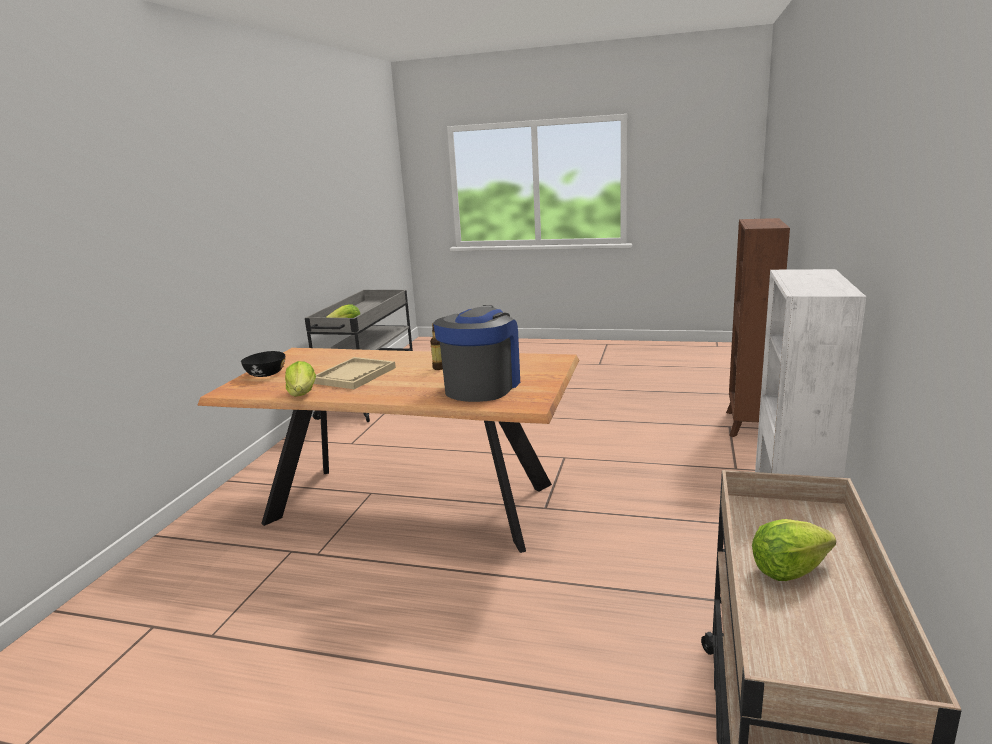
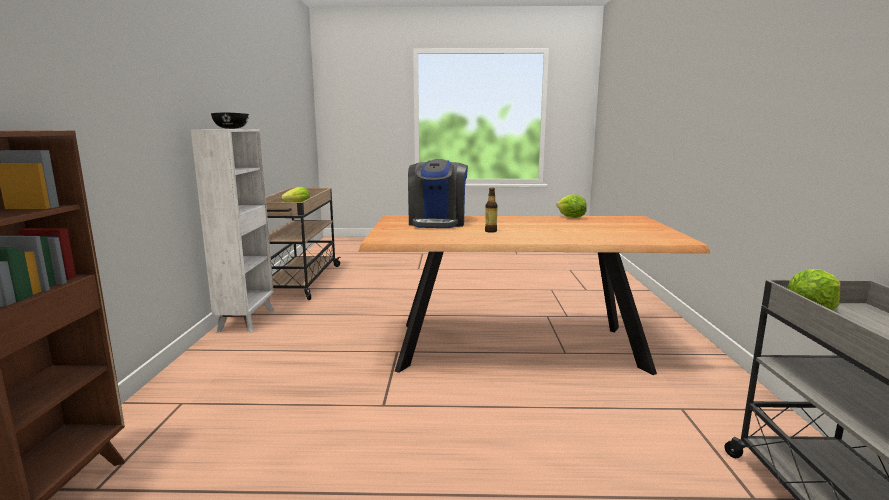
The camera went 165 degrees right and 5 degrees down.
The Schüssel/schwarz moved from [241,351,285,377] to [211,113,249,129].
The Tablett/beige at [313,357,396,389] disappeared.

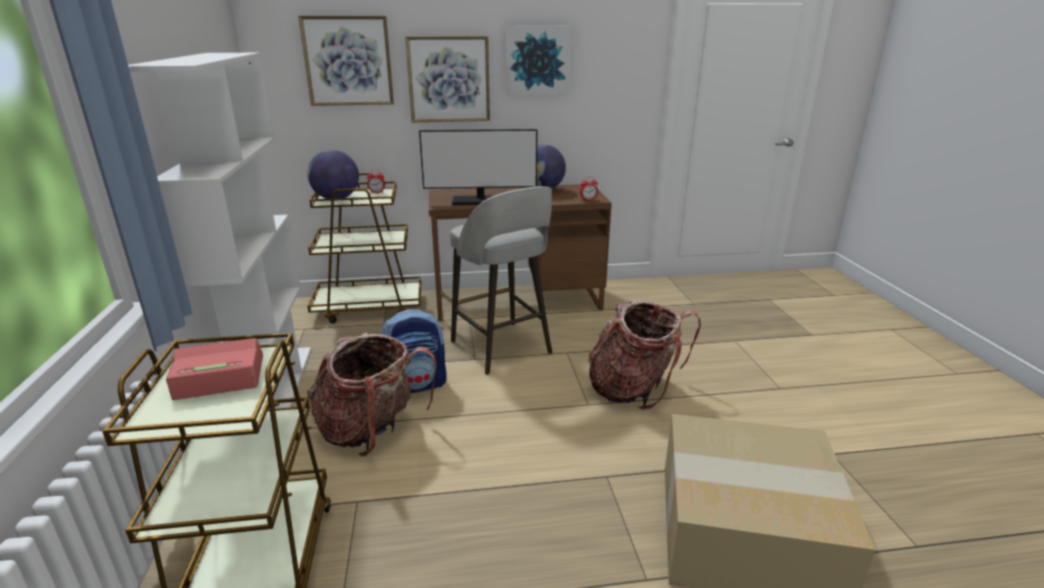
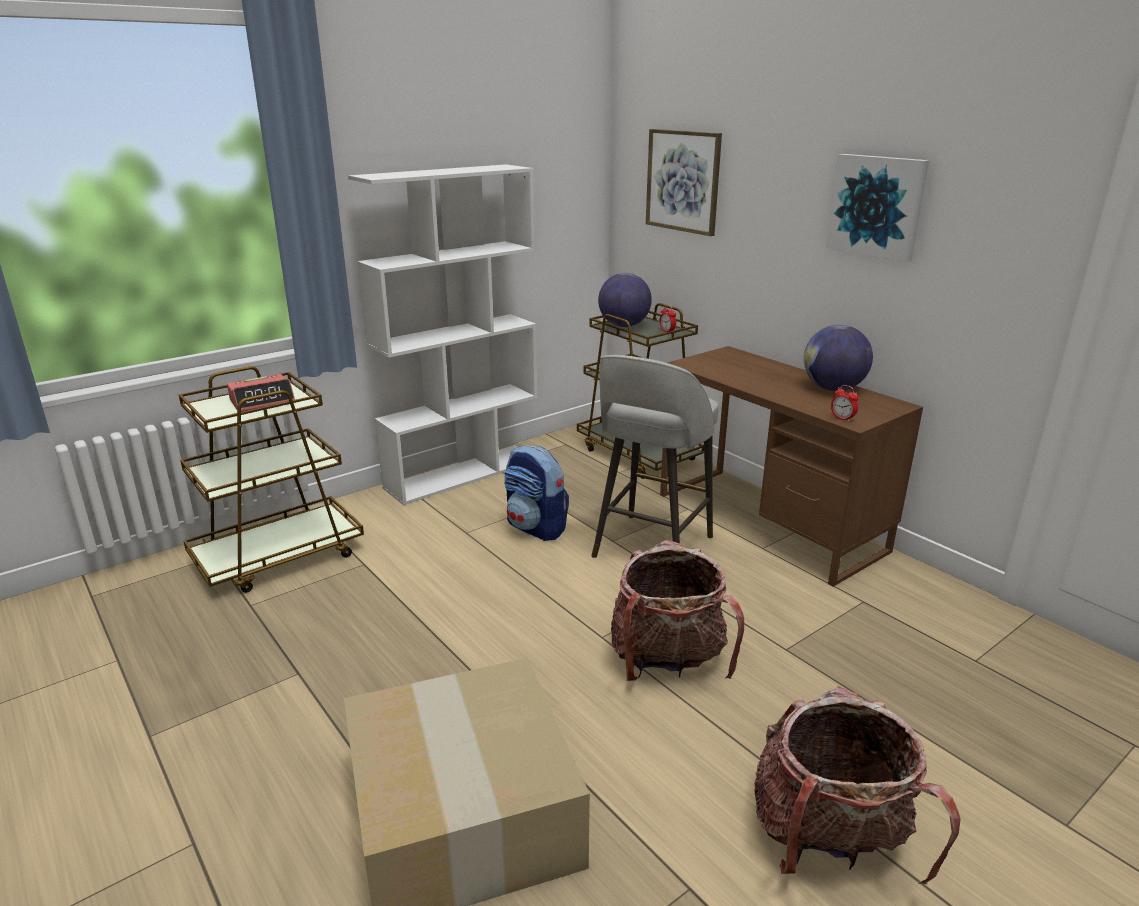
The camera went 60 degrees right and 0 degrees up.
The Bild at [405,36,490,123] disappeared.
The Monitor at [419,129,537,205] disappeared.
The Rucksack moved from [307,332,437,457] to [754,686,961,884].
The Wecker at [166,338,263,400] turned 105 degrees clockwise.

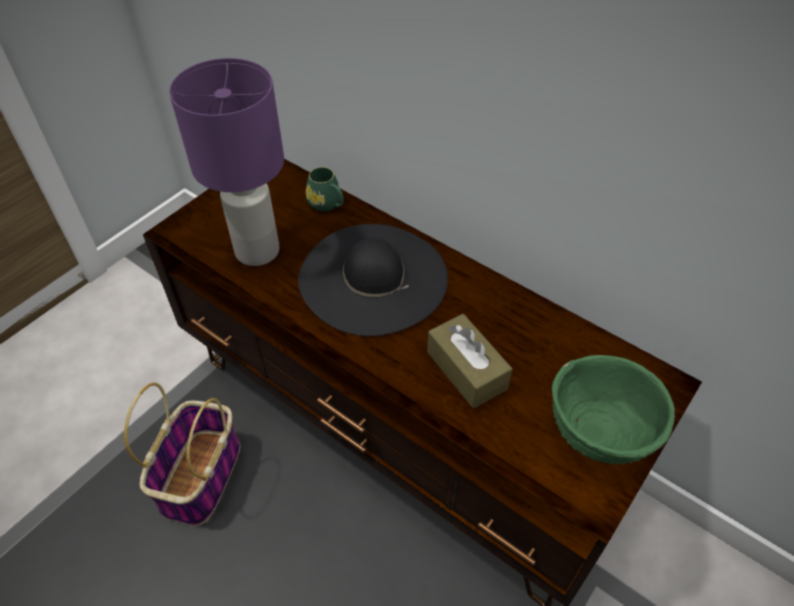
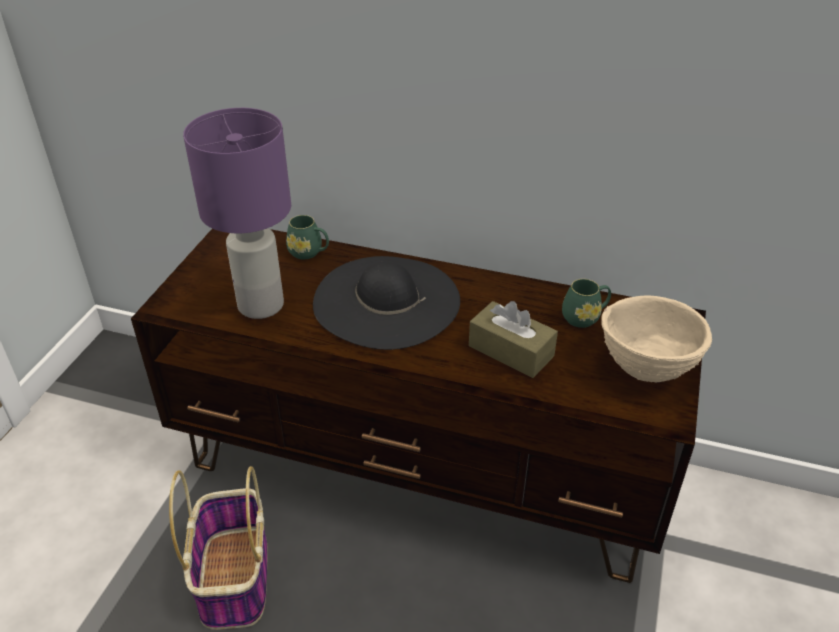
The camera went 20 degrees left and 10 degrees down.
The Schüssel/grün at [552,355,675,465] became the Schüssel/beige at [601,295,712,382].
The Henkelbecher/grün at [562,279,611,328] appeared.

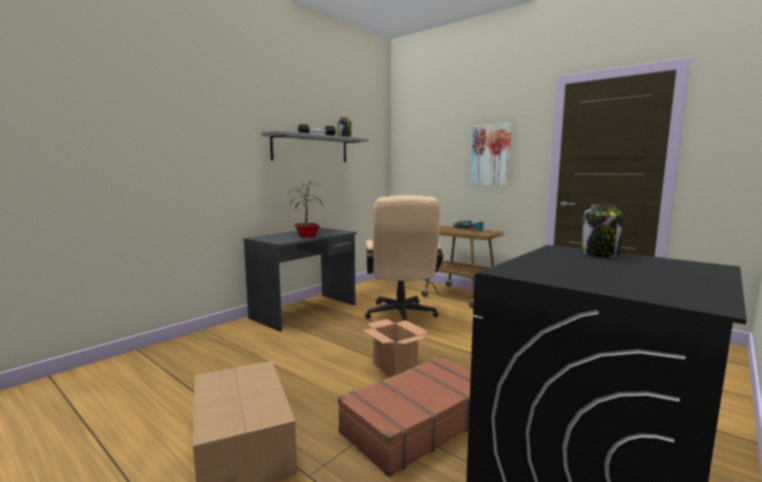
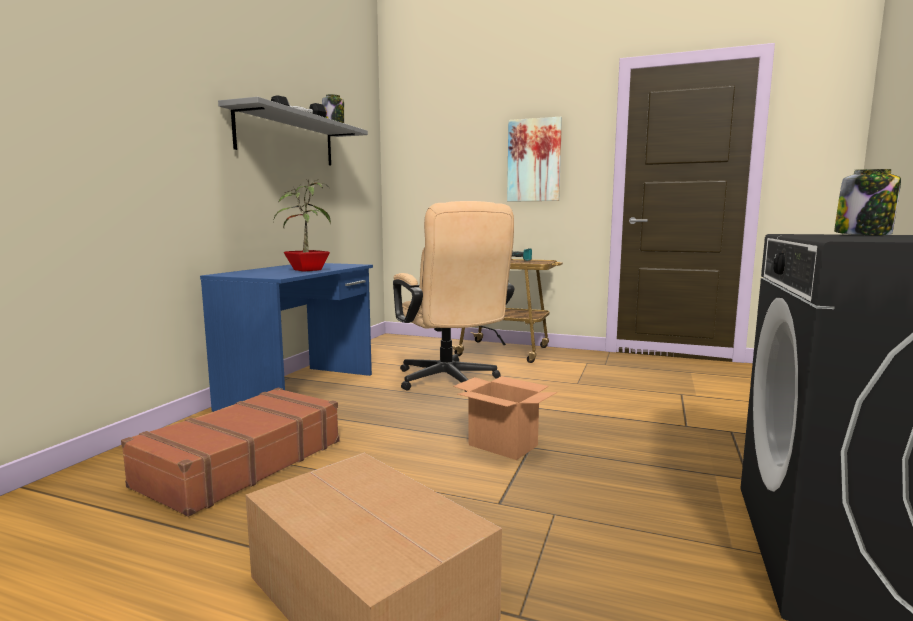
The camera went 20 degrees left and 0 degrees up.
The Schreibtisch/grau at [243,227,357,332] became the Schreibtisch/blau at [200,263,373,412].
The Koffer/braun moved from [338,355,471,477] to [121,388,340,517].

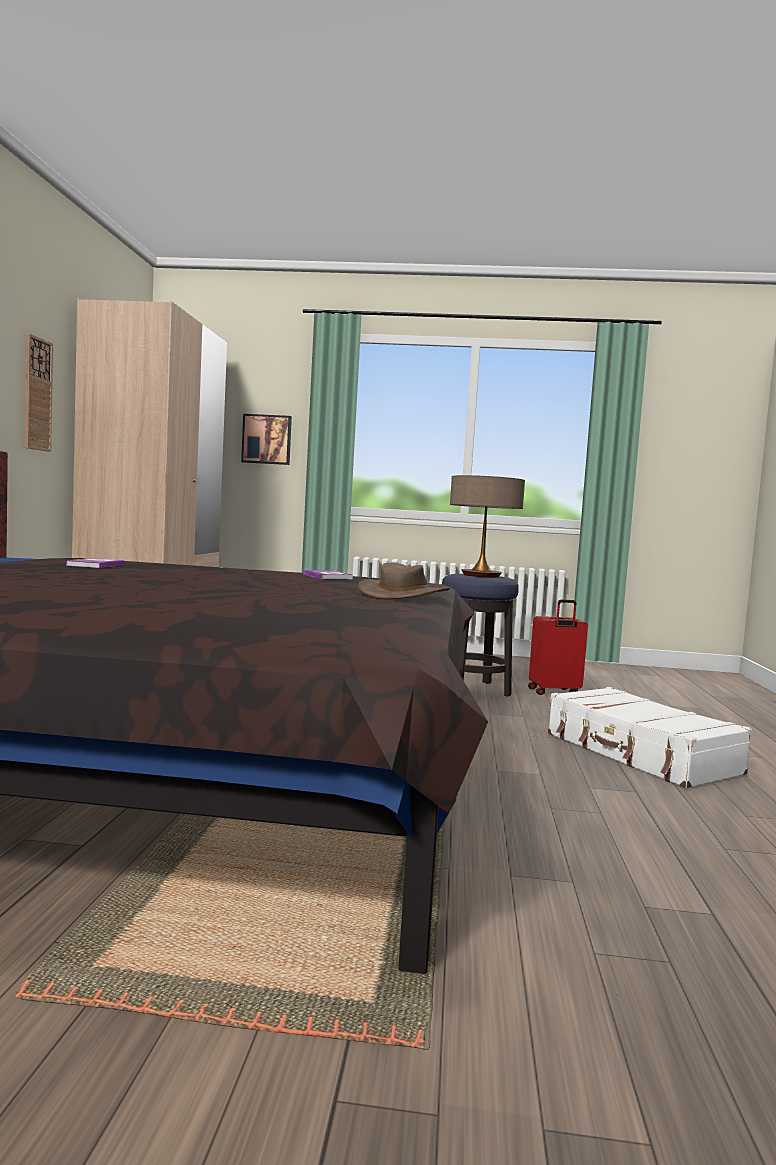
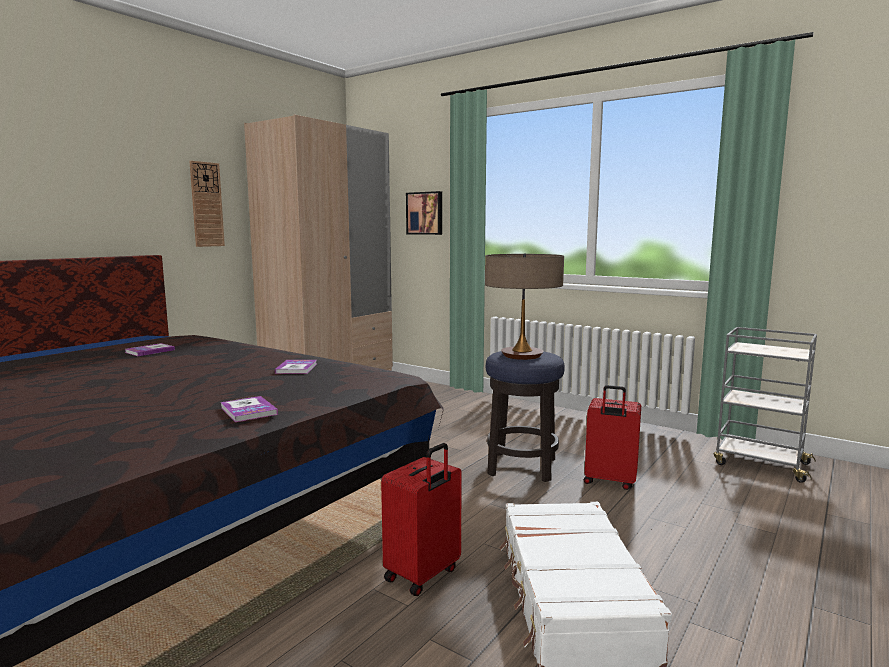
The camera went 30 degrees right and 5 degrees up.
The Hut/braun at [358,562,450,599] was replaced by the Buch at [220,396,278,422].
The Rollwagen/grau at [714,327,817,483] appeared.
The Koffer/rot at [381,443,462,596] appeared.

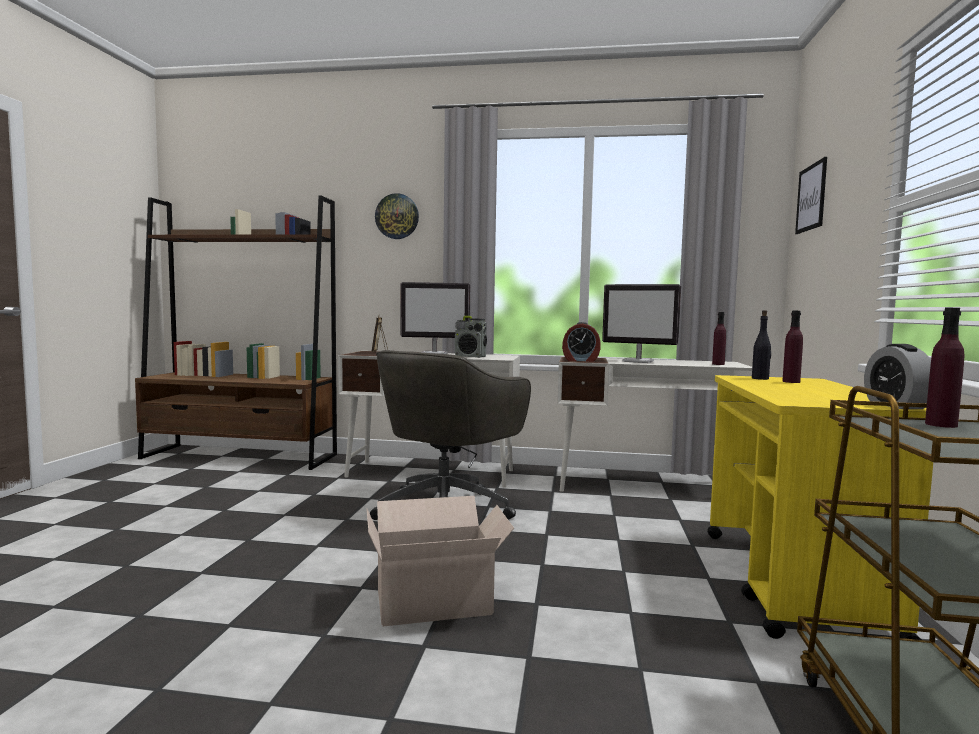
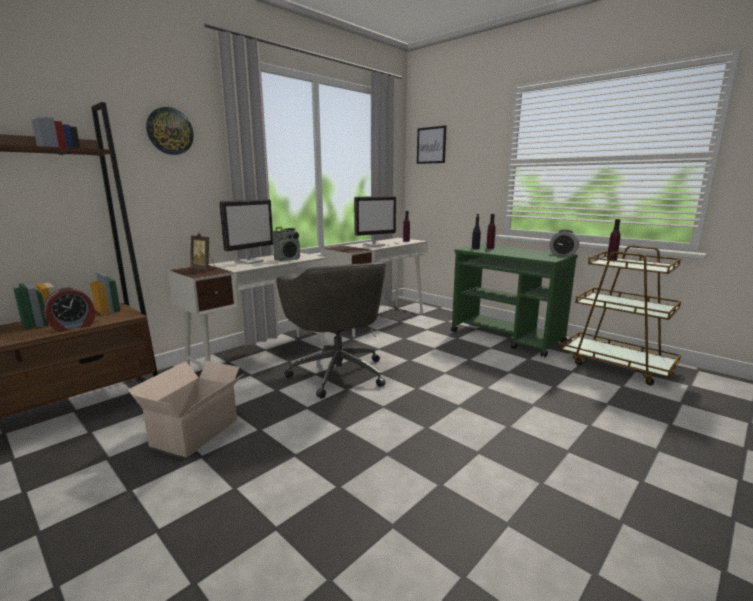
The camera went 55 degrees left and 10 degrees up.
The Wecker moved from [562,322,601,362] to [44,287,95,332].
The Rollwagen/gelb at [707,375,933,640] became the Rollwagen/grün at [451,244,578,358].
The Karton moved from [367,496,514,626] to [128,361,245,458].

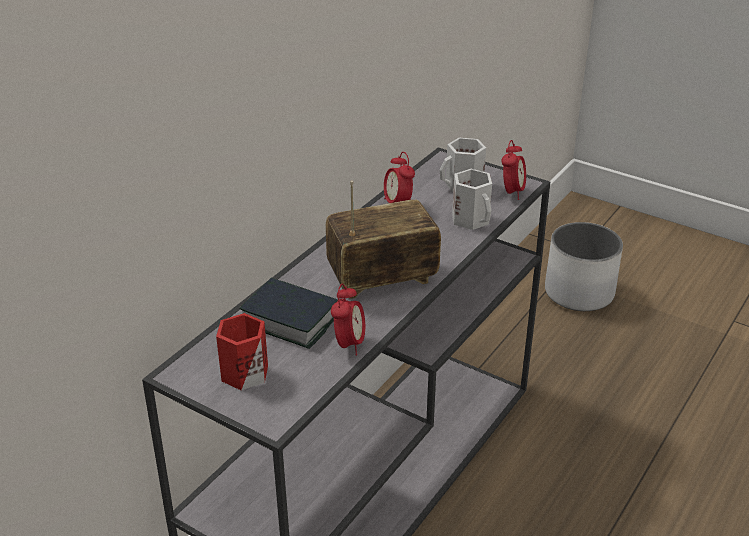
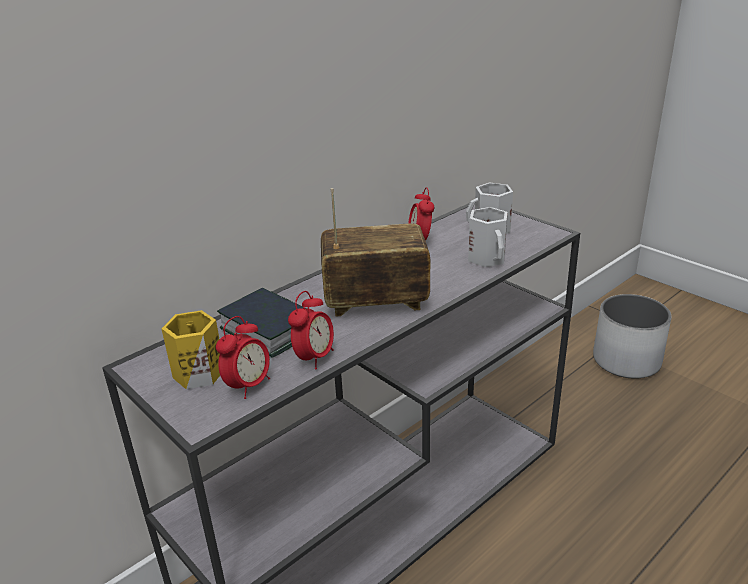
The camera went 15 degrees right and 5 degrees down.
The Wecker moved from [502,140,526,200] to [216,316,270,399].
The Henkelbecher/rot at [216,313,268,390] became the Henkelbecher/gelb at [161,310,220,389].

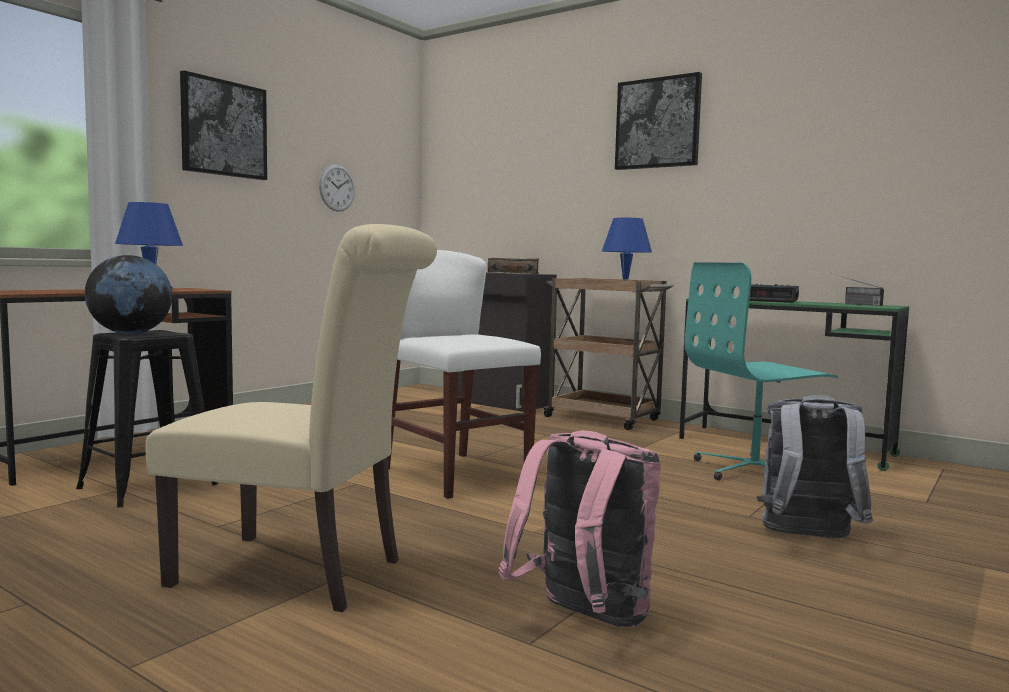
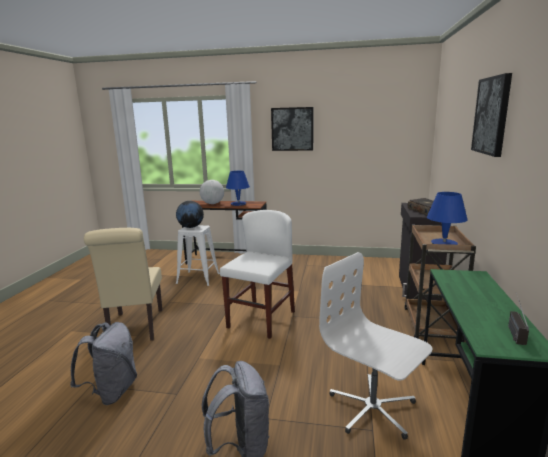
The camera went 65 degrees right and 10 degrees up.
The Wanduhr at [319,164,355,212] disappeared.
The Bürostuhl/türkis at [685,262,838,480] became the Bürostuhl/weiß at [319,252,432,440].
The Wecker at [750,284,799,303] disappeared.
The Hocker/schwarz at [76,330,218,508] became the Hocker/weiß at [176,225,220,286].
The Rucksack/rosa at [499,430,661,628] became the Rucksack/grau at [70,322,137,405].
The Globus at [200,180,224,204] appeared.

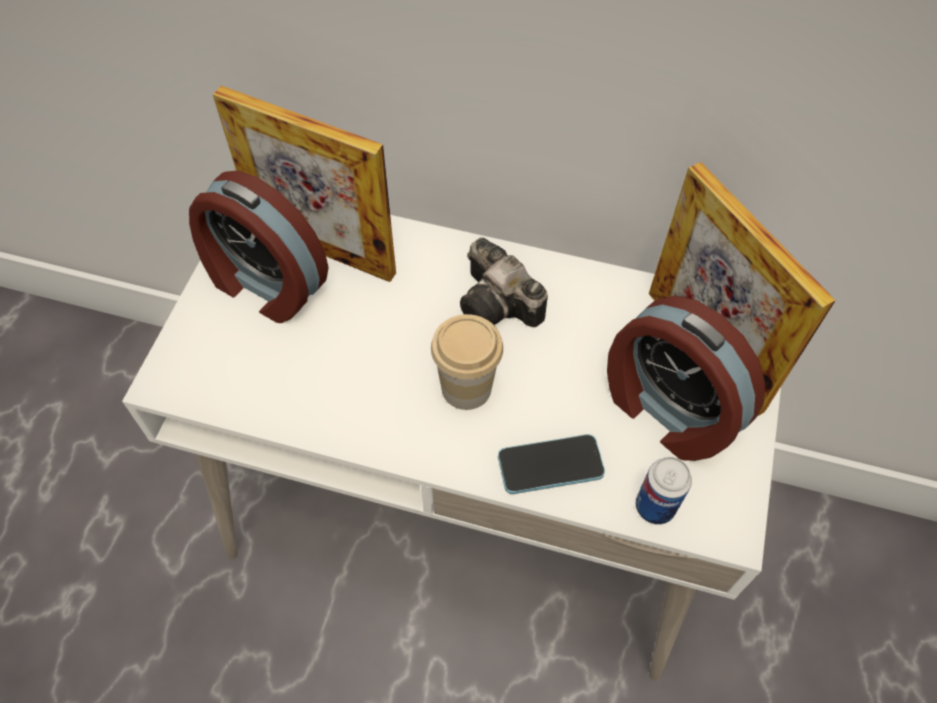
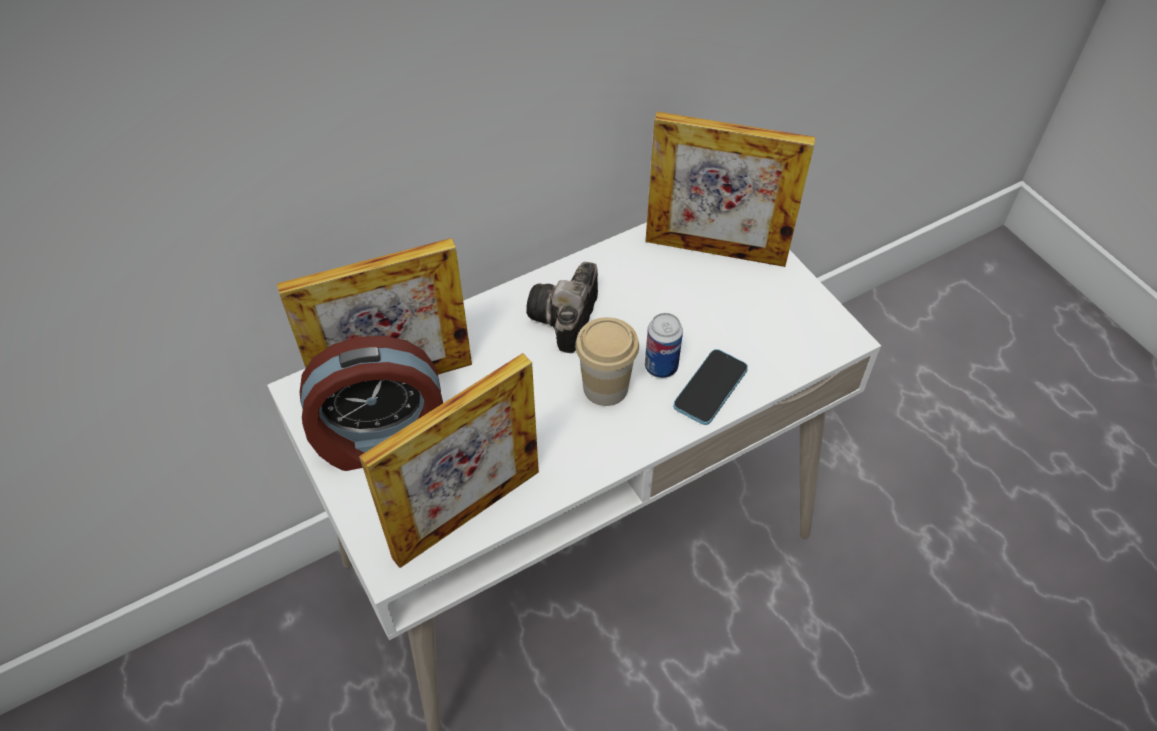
The camera went 45 degrees left and 5 degrees down.
The Kamera at [460,237,548,327] turned 105 degrees clockwise.
The Wecker at [607,295,766,461] disappeared.
The Dose moved from [636,457,692,525] to [645,313,683,378].
The Bilderrahmen at [359,353,539,568] appeared.

